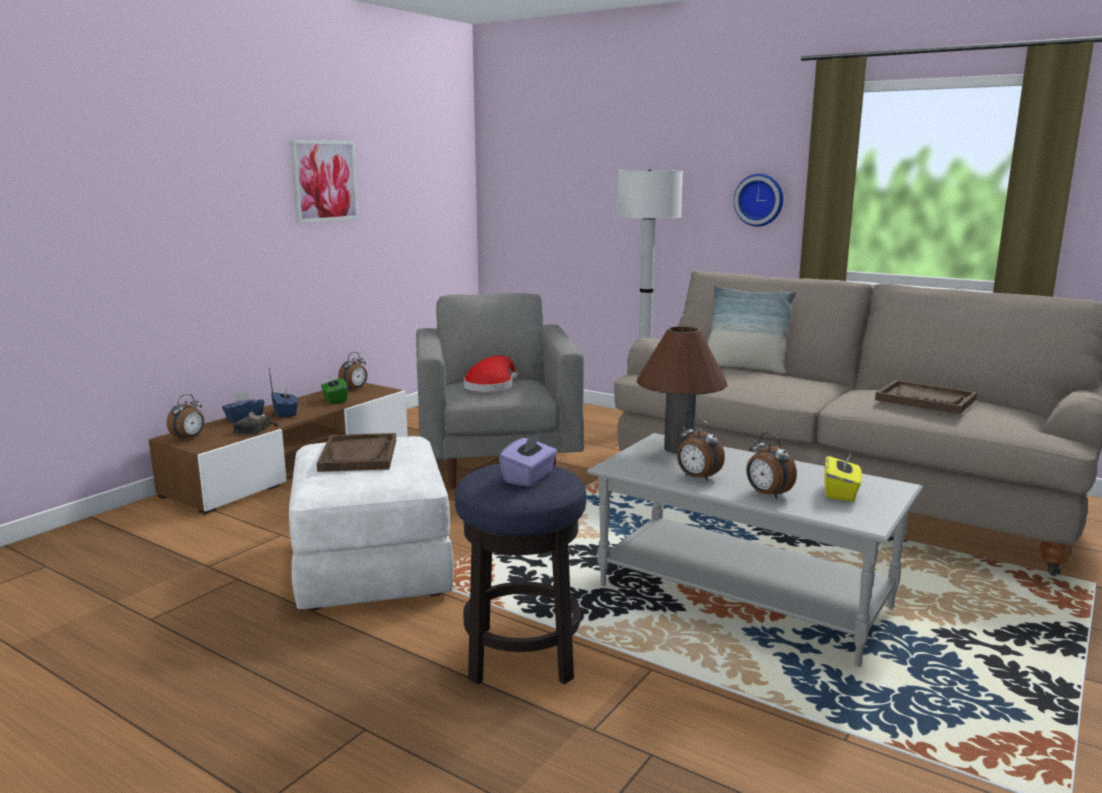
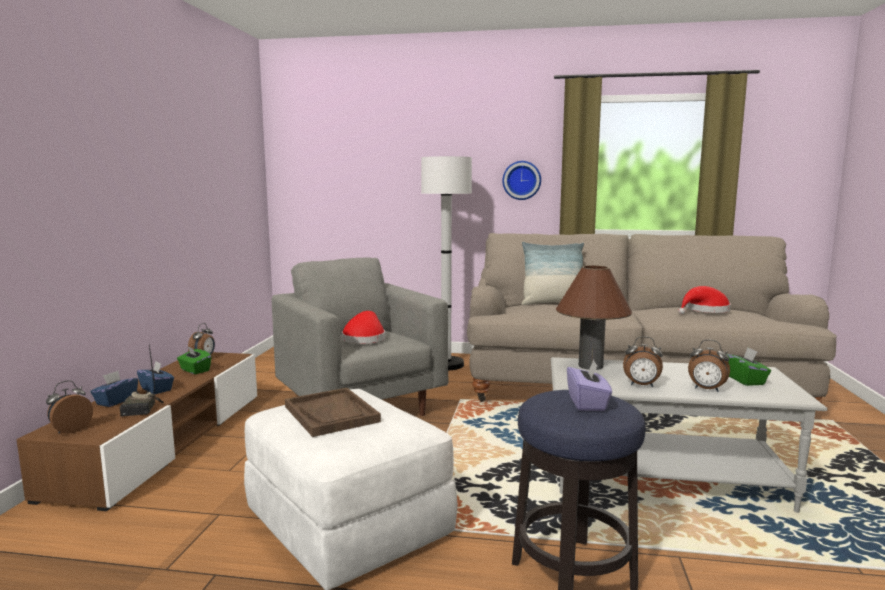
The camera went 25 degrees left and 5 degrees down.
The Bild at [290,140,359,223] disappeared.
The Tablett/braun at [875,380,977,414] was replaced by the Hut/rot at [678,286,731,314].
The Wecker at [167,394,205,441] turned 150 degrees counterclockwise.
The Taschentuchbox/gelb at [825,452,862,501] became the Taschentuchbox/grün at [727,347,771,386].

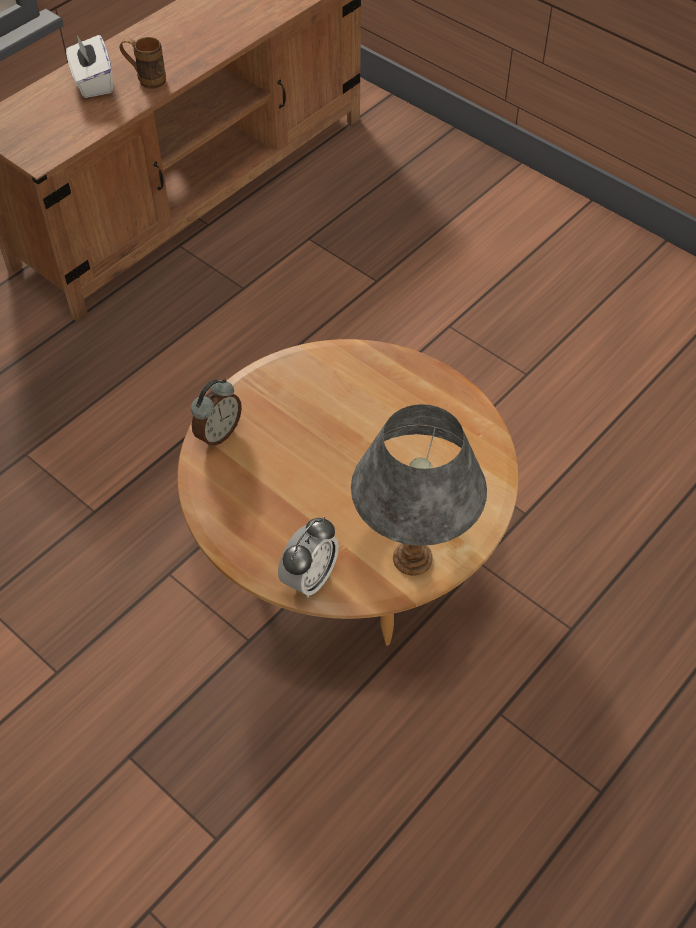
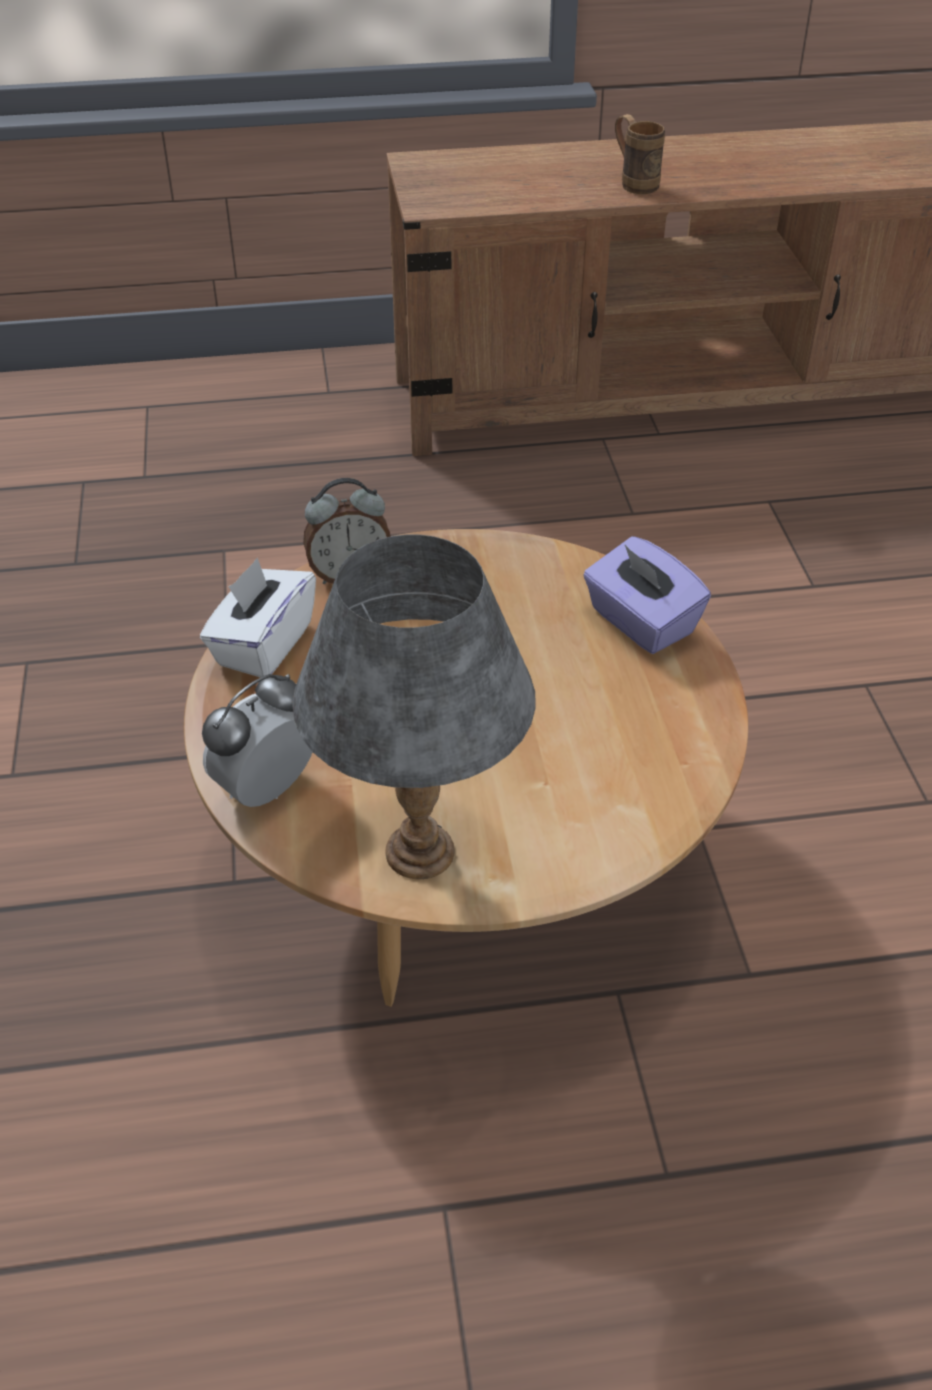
The camera went 40 degrees right and 10 degrees down.
The Taschentuchbox/weiß moved from [66,35,113,98] to [200,558,316,678].
The Wecker at [278,517,339,598] turned 150 degrees clockwise.
The Taschentuchbox/lila at [583,536,711,654] appeared.

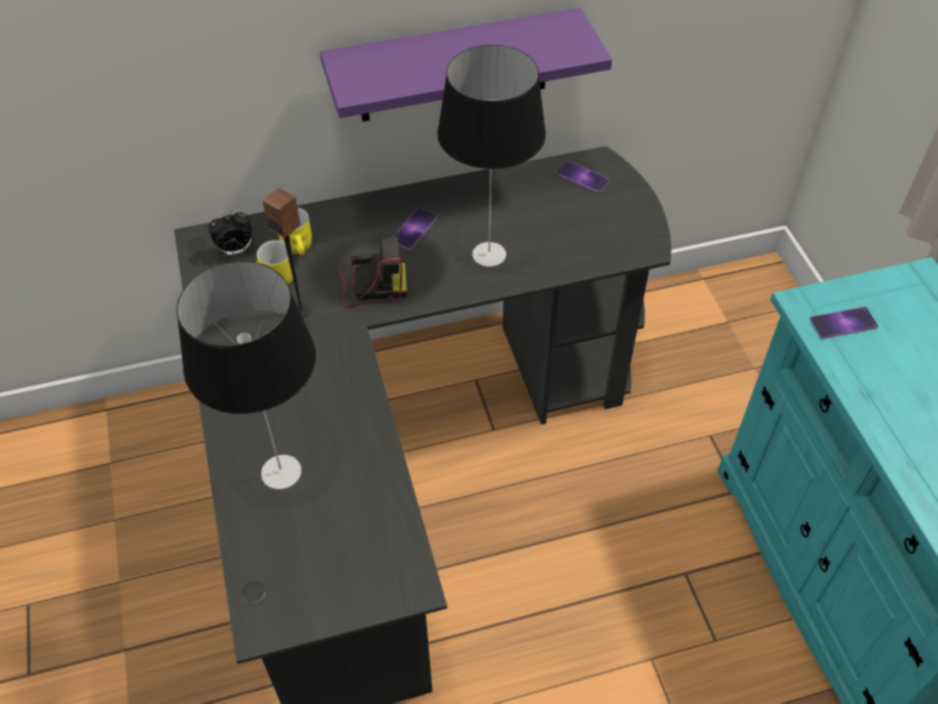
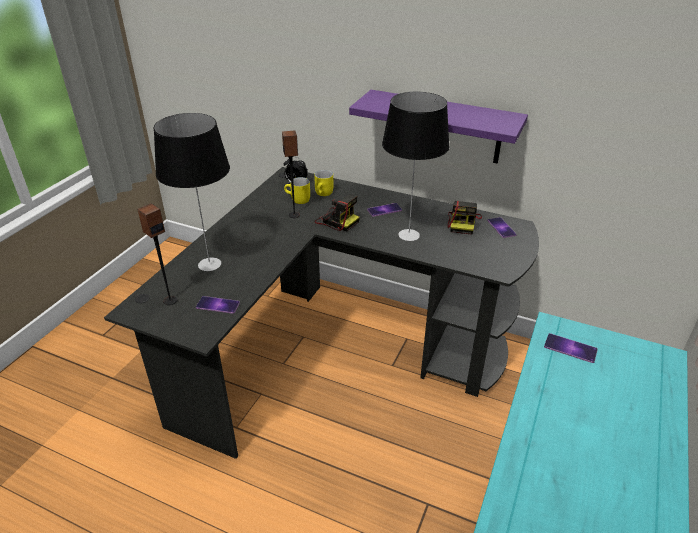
The camera went 40 degrees right and 15 degrees down.
The Kamera at [447,201,482,235] appeared.
The Lautsprecher at [137,203,177,305] appeared.
The Handy at [196,296,240,314] appeared.

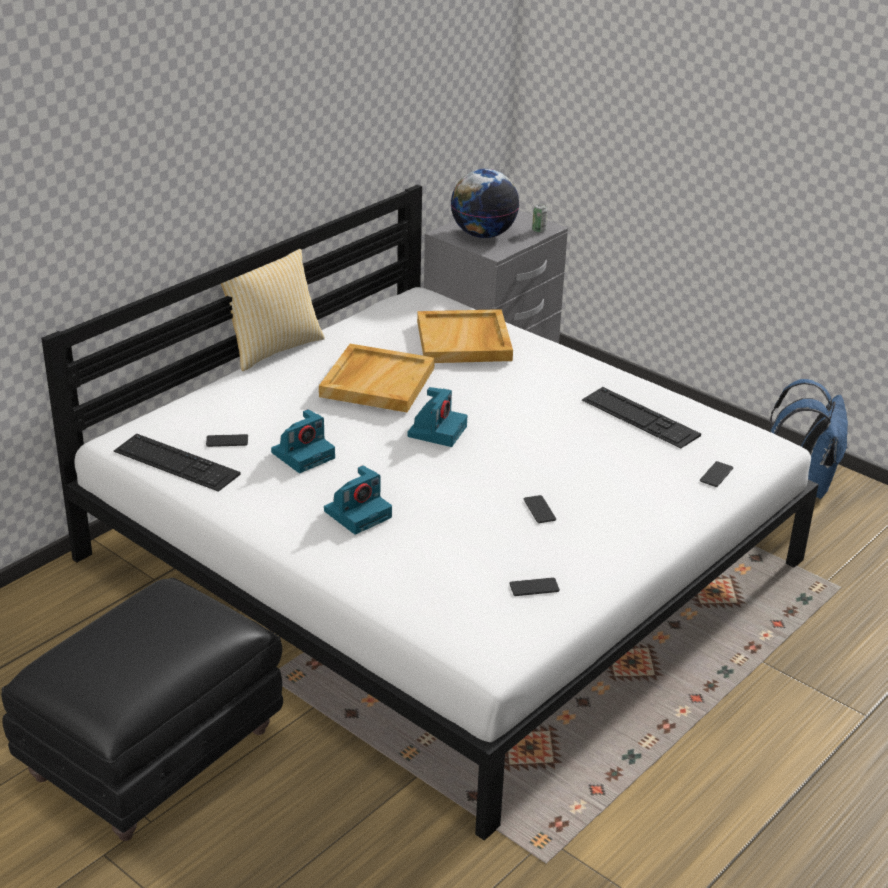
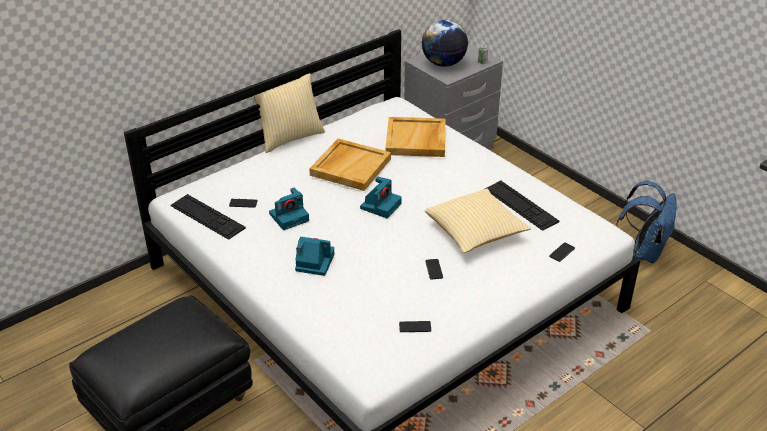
The camera went 10 degrees right and 5 degrees up.
The Kamera at [324,465,392,535] turned 135 degrees counterclockwise.
The Kissen at [425,188,531,253] appeared.

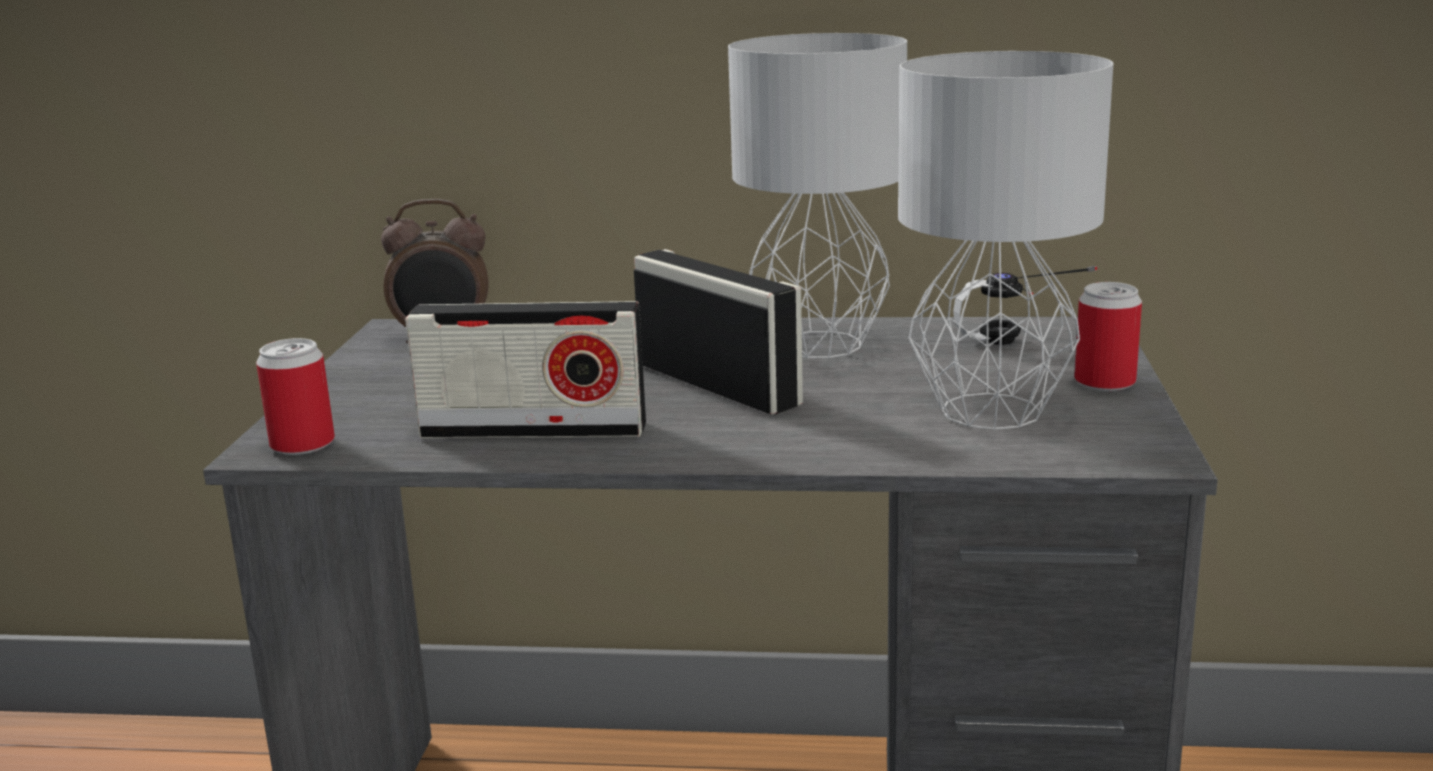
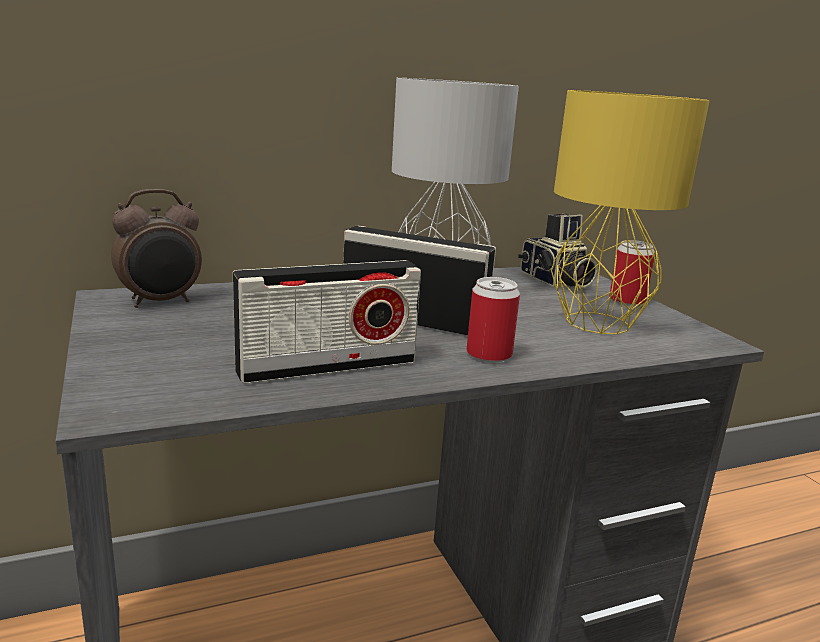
The camera went 30 degrees left and 0 degrees up.
The Tischlampe/grau at [898,51,1114,430] became the Tischlampe/gelb at [551,90,710,334].
The Kopfhörer at [953,266,1097,345] was replaced by the Kamera at [518,214,598,288].
The Dose moved from [256,338,335,455] to [466,277,520,362].

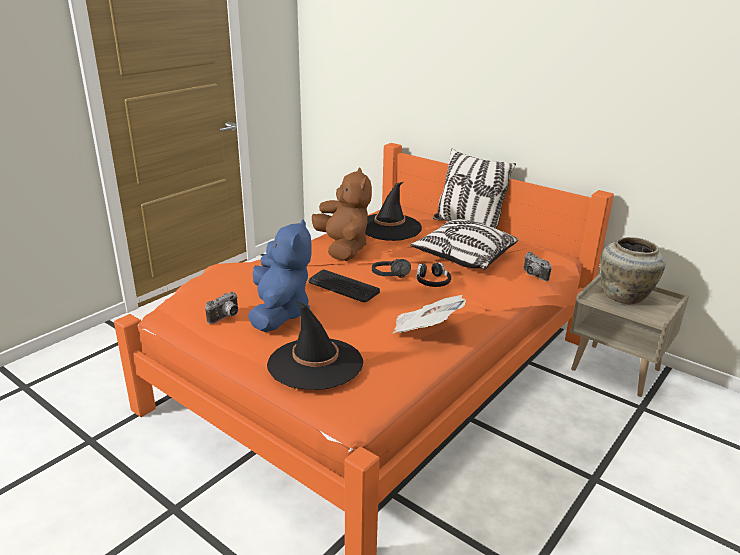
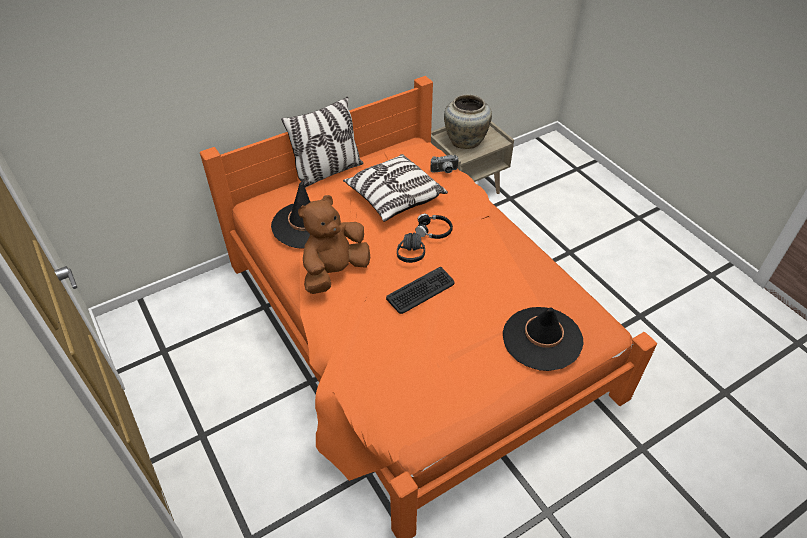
The camera went 70 degrees left and 20 degrees up.
The Plüschtier/braun at [312,168,372,261] turned 45 degrees counterclockwise.
The Plüschtier/blau at [248,219,312,332] disappeared.
The Kamera at [205,291,238,324] disappeared.
The Zeitung at [393,295,466,333] disappeared.

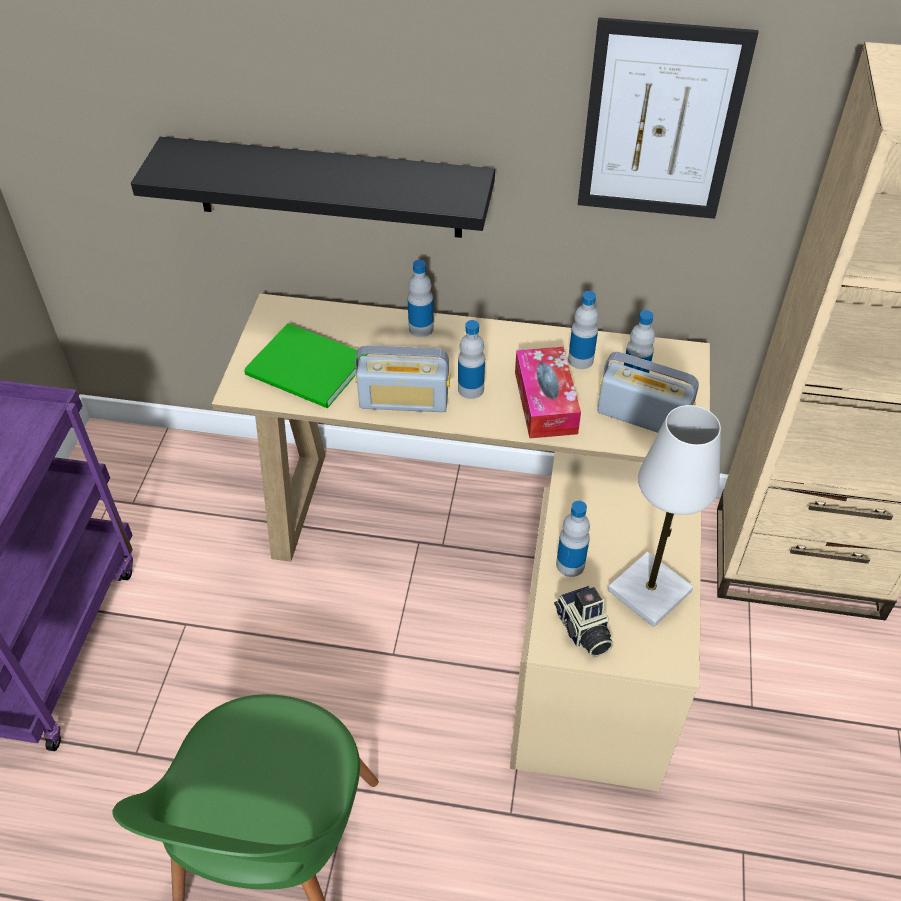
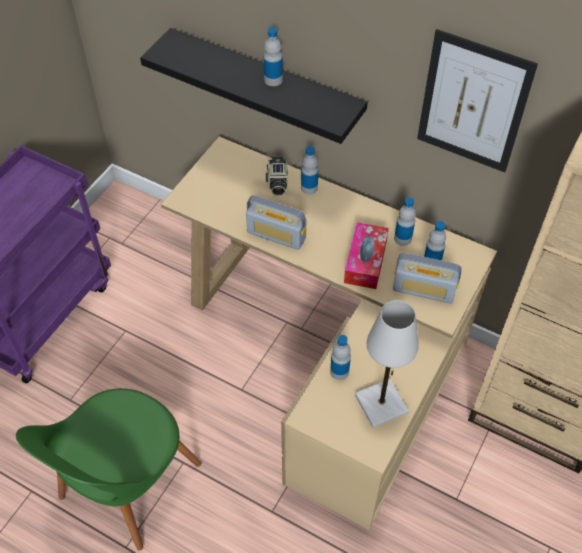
The camera went 20 degrees right and 5 degrees up.
The Flasche moved from [458,320,485,399] to [264,27,283,86].
The Buch/grün at [244,323,367,408] disappeared.
The Radio at [597,352,699,433] turned 150 degrees clockwise.
The Kamera moved from [554,585,614,657] to [266,157,288,196].

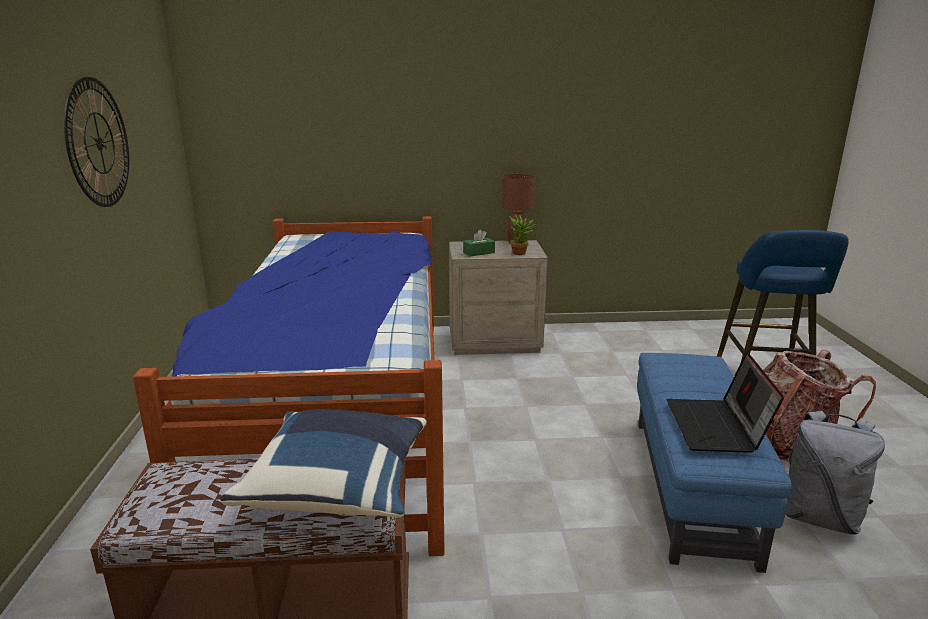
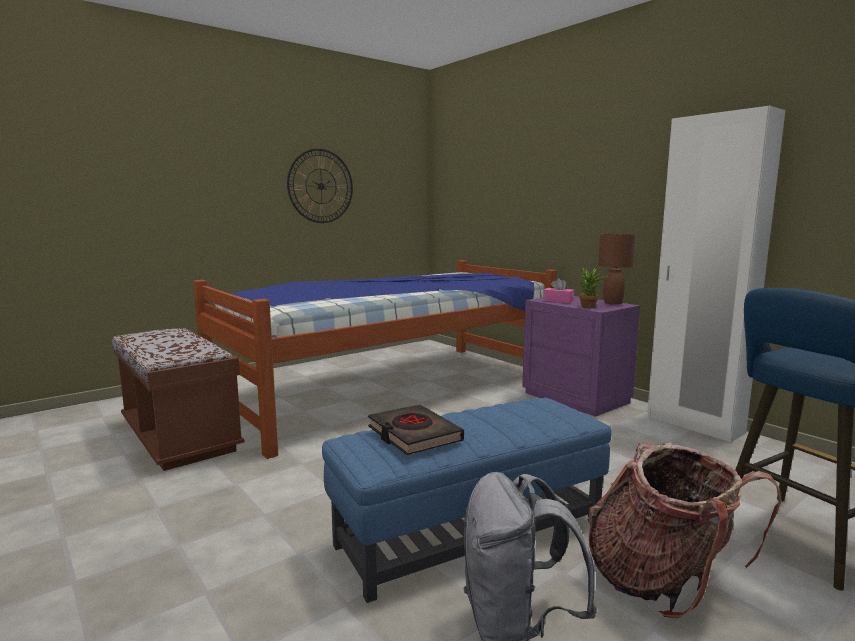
The camera went 55 degrees right and 10 degrees down.
The Taschentuchbox/grün at [463,229,495,256] became the Taschentuchbox/rosa at [543,278,574,303].
The Nachttisch/beige at [449,240,548,355] became the Nachttisch/lila at [522,296,640,417].
The Laptop at [667,352,784,453] was replaced by the Buch/schwarz at [368,405,464,455].
The Kissen/blau at [220,409,427,518] disappeared.
The Kleiderschrank/weiß at [648,106,785,443] appeared.

